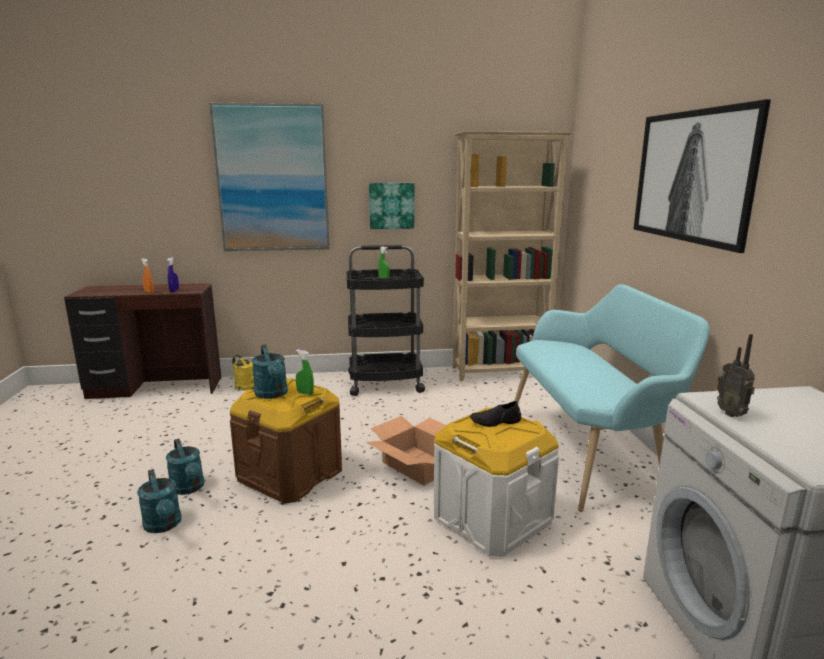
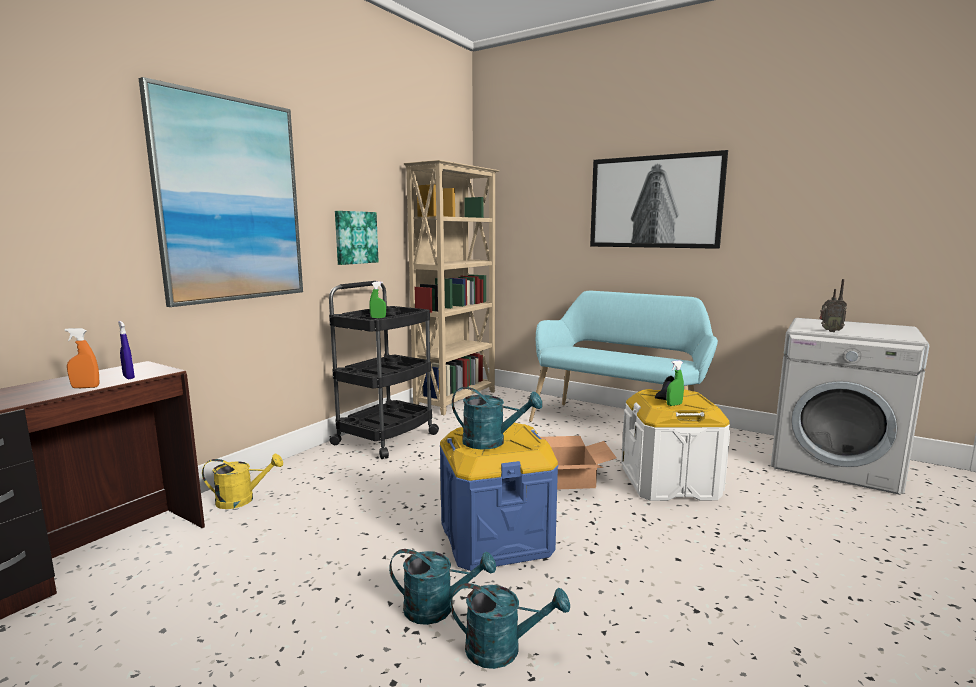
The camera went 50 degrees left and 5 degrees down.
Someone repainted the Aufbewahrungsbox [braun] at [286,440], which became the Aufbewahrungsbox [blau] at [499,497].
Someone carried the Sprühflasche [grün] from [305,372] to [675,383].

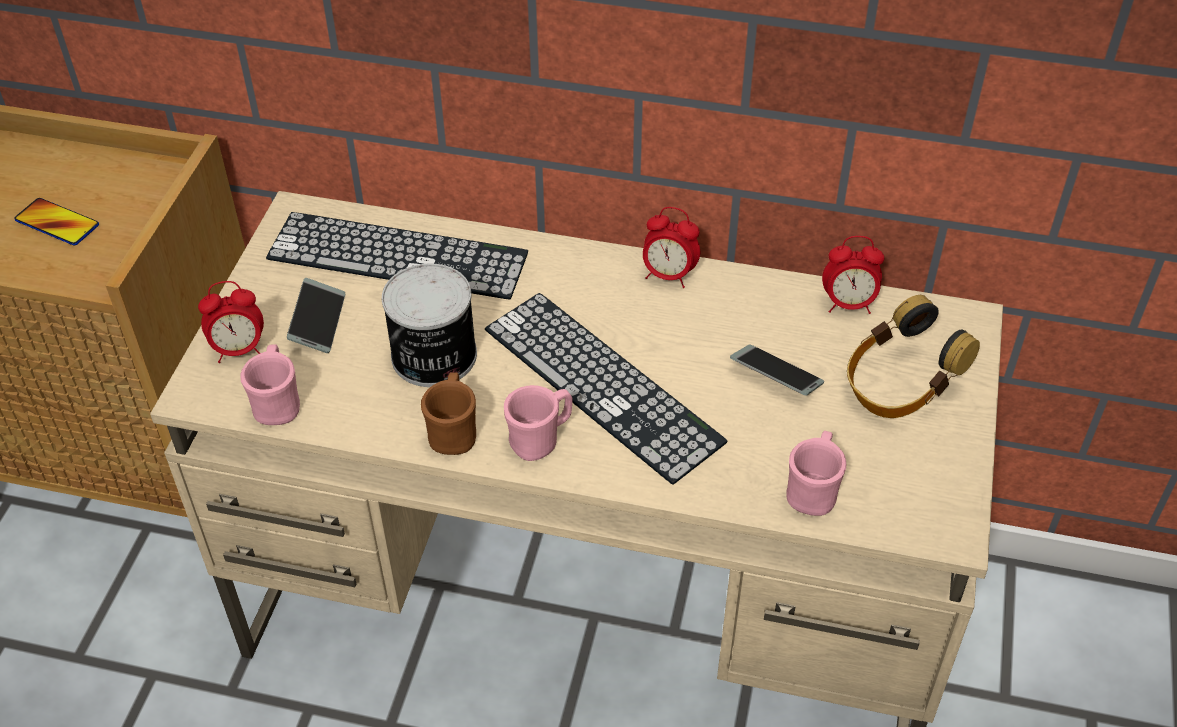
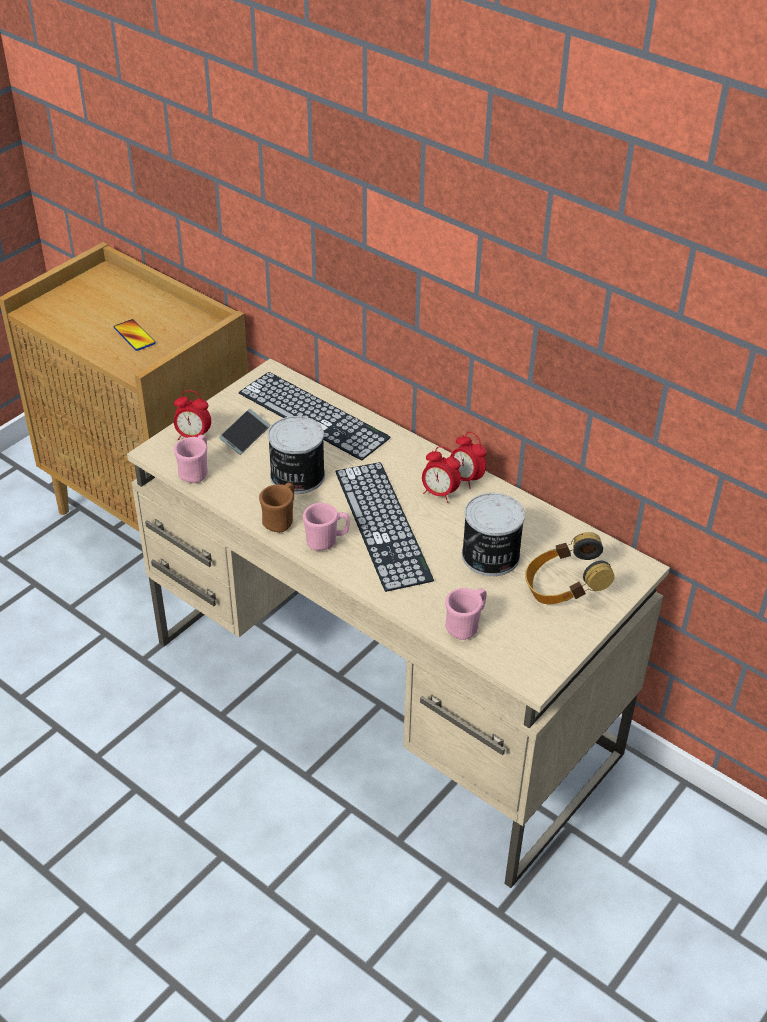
The camera went 25 degrees right and 5 degrees down.
Someone carried the Wecker from [853,275] to [441,474].
Someone swapped the Handy at [777,370] for the Dose at [493,534].

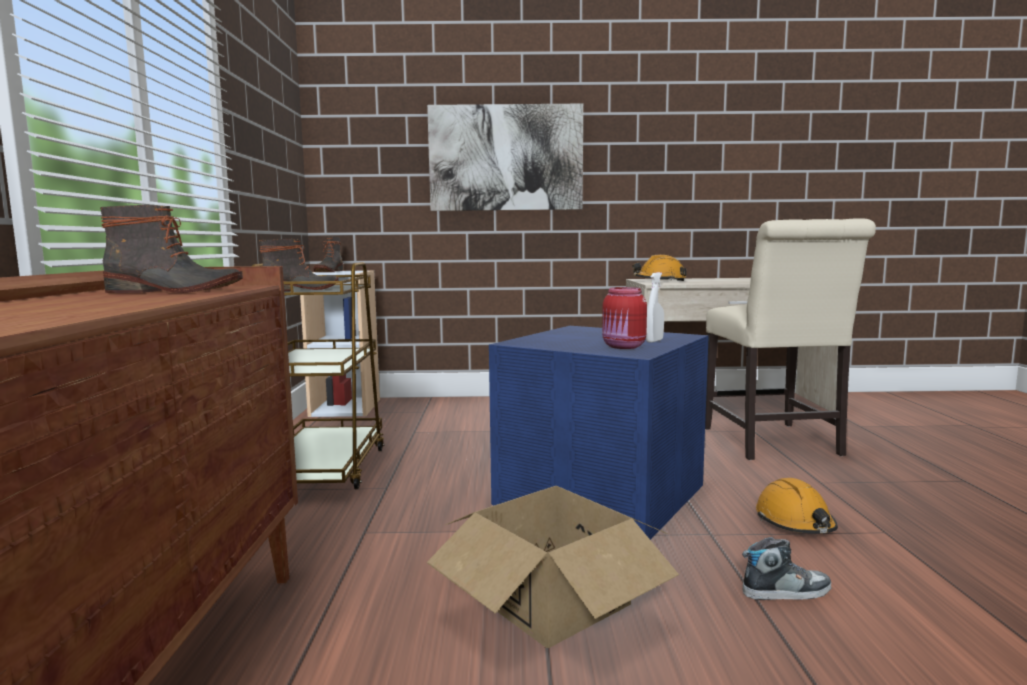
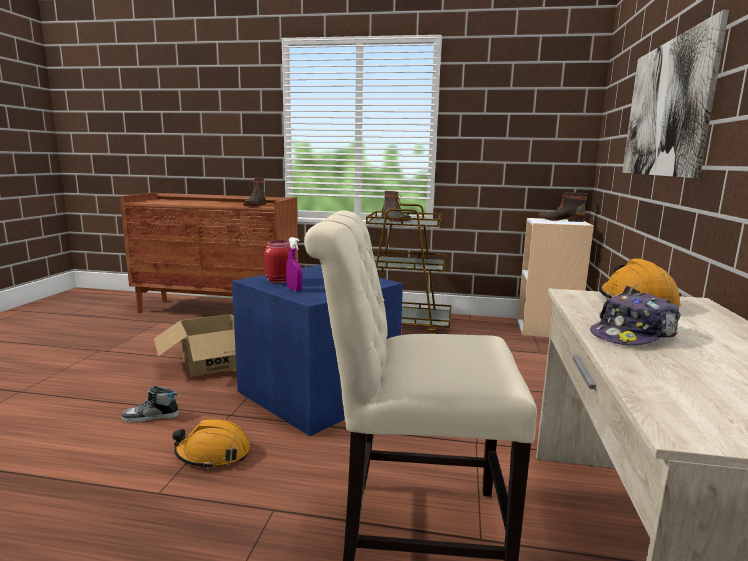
The camera went 100 degrees right and 5 degrees up.
Someone rotated the Schuh at [787,568] by 75 degrees clockwise.
Someone repainted the Sprühflasche [weiß] at [655,307], which became the Sprühflasche [lila] at [294,264].
Someone put down the Kappe at [635,319].

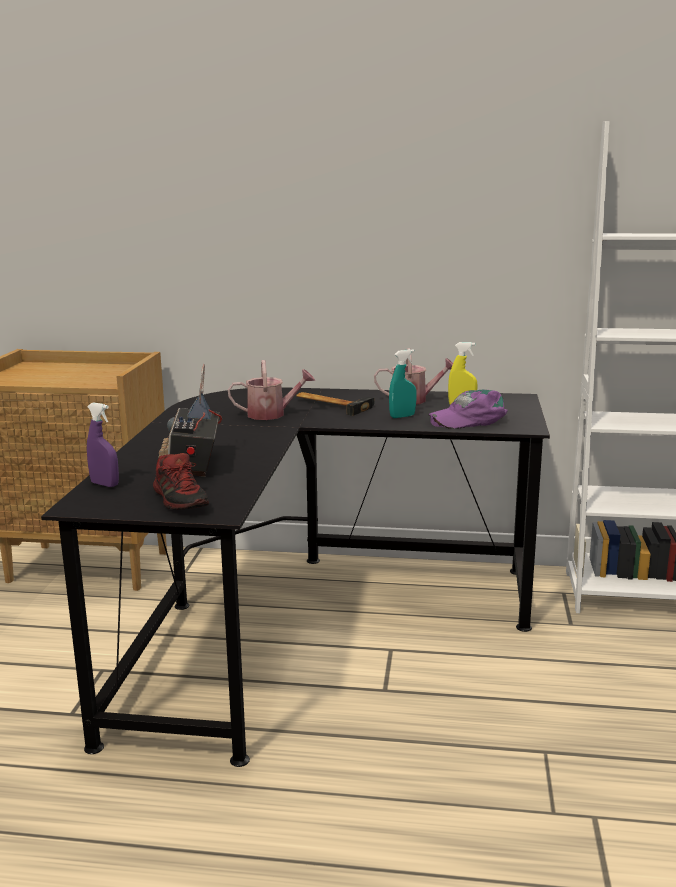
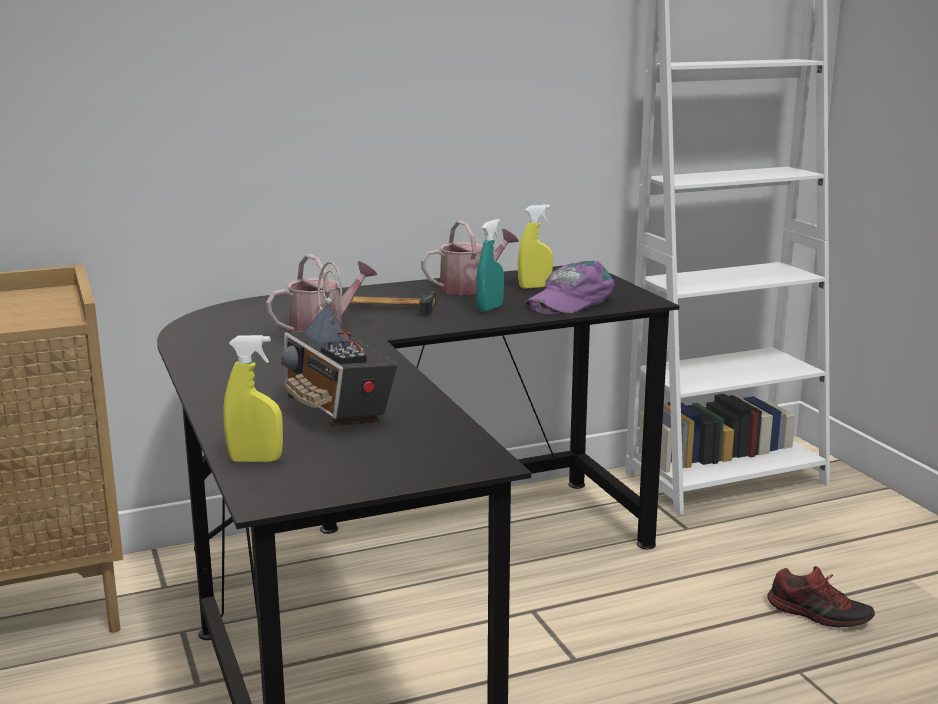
The camera went 30 degrees left and 0 degrees up.
Someone repainted the Sprühflasche [lila] at [103,444], which became the Sprühflasche [gelb] at [253,398].
Someone carried the Schuh from [181,481] to [821,596].

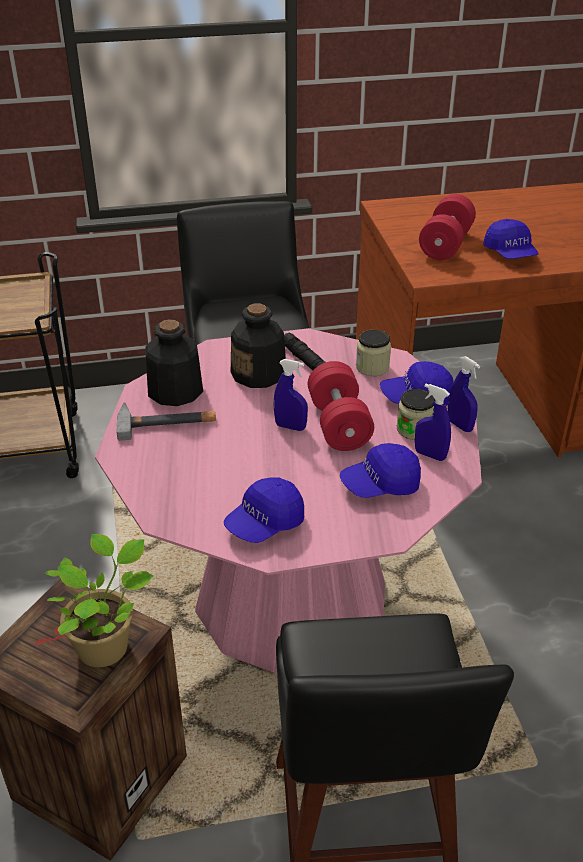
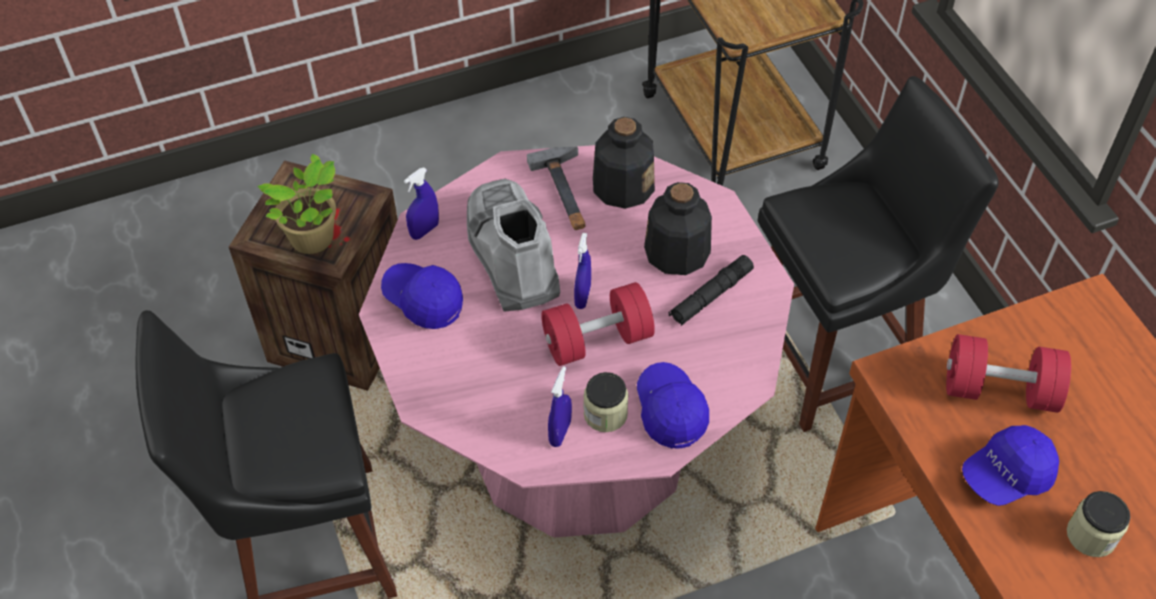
The camera went 80 degrees right and 15 degrees up.
Someone carried the Sprühflasche [blau] from [464,394] to [421,204].
Someone put down the Stiefel [grau] at [513,245].
Someone carried the Vorratsglas from [373,353] to [1098,524].
Someone took away the Kappe [blau] at [380,470].

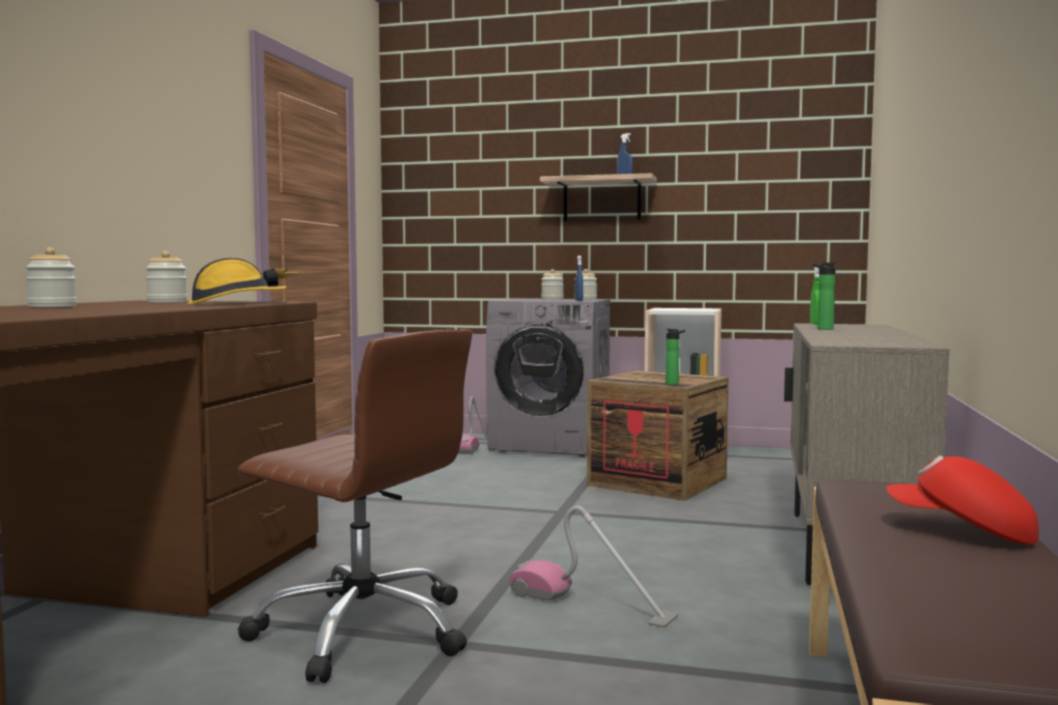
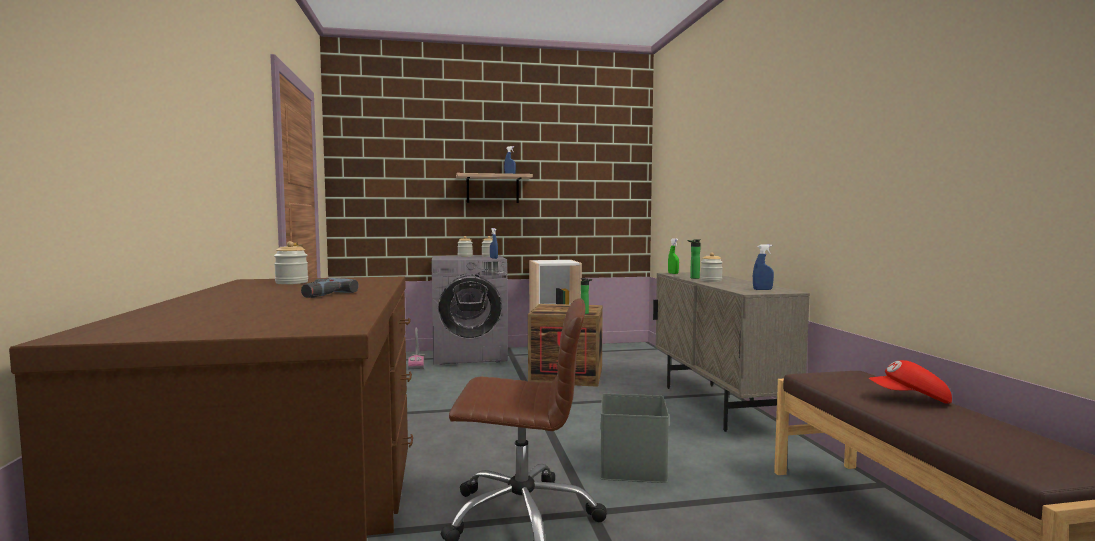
The camera went 25 degrees left and 0 degrees up.
Someone put down the Bohrmaschine at [330,288].
Someone swapped the Staubsauger at [593,567] for the Aufbewahrungsbox [grau] at [634,438].
Someone carried the Vorratsglas from [51,277] to [711,267].
Someone put down the Sprühflasche [blau] at [763,267].
Someone took away the Schutzhelm at [237,281].

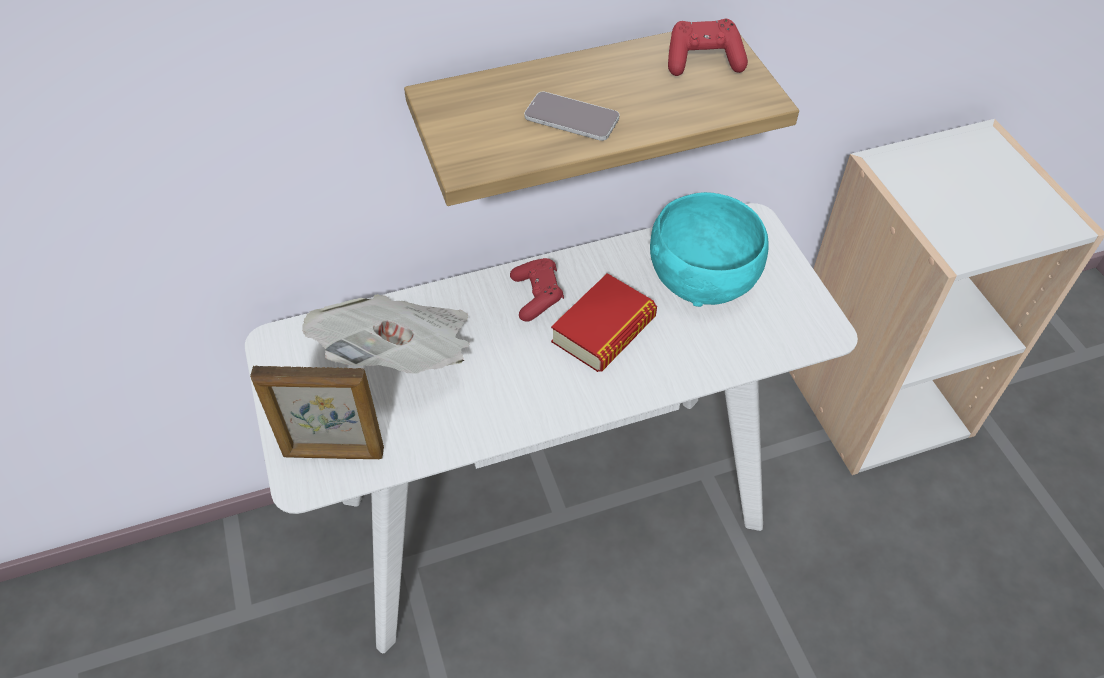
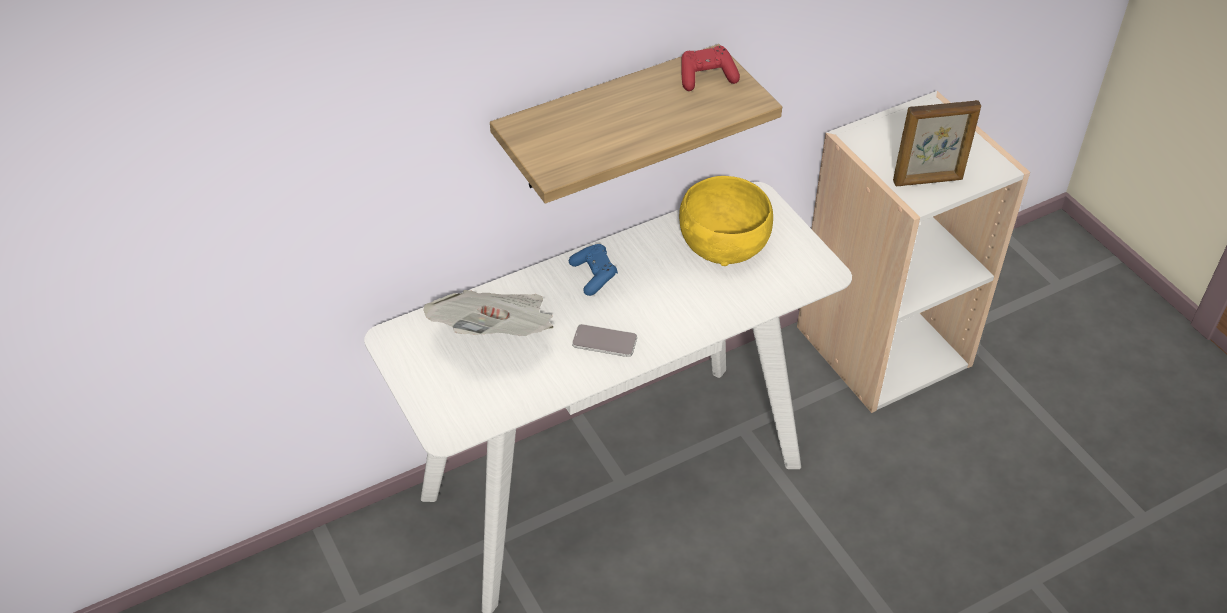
The camera went 10 degrees left and 5 degrees down.
Someone repainted the Gamepad [rot] at [537,290], which became the Gamepad [blau] at [593,270].
Someone carried the Handy from [571,116] to [604,340].
Someone repainted the Schüssel [türkis] at [709,249], which became the Schüssel [gelb] at [726,221].
Someone carried the Bilderrahmen from [317,412] to [937,143].
Someone took away the Buch at [604,322].

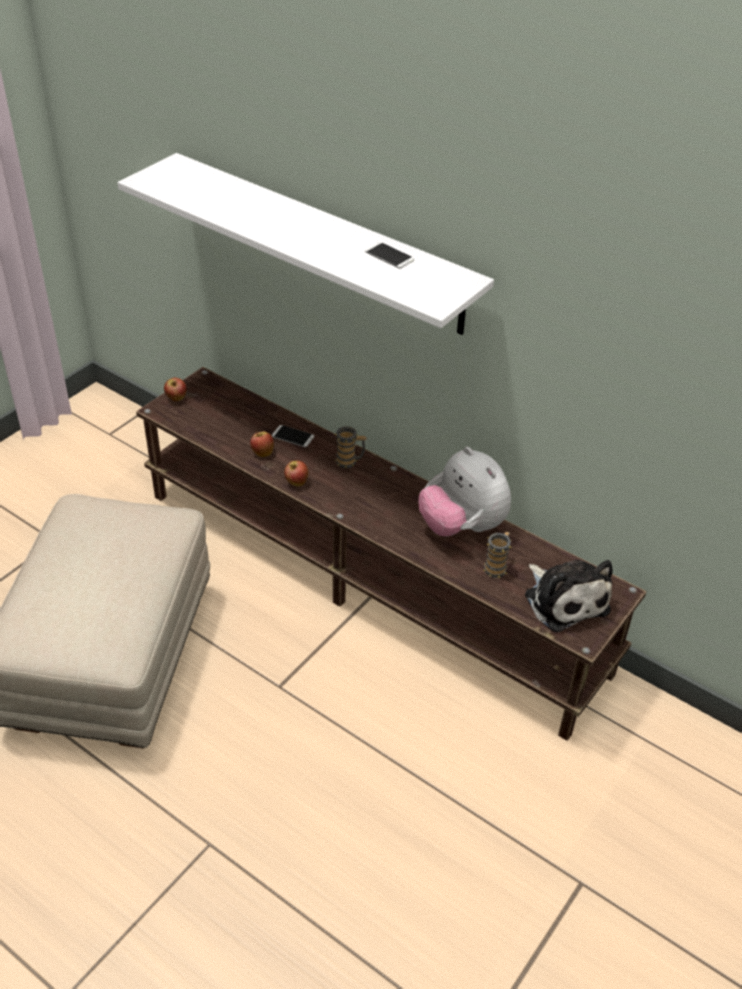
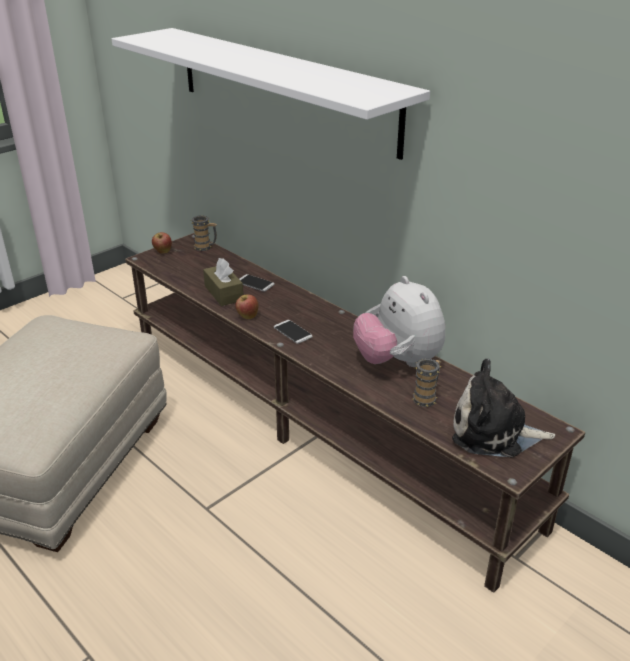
The camera went 10 degrees right and 10 degrees down.
Someone carried the Henkelbecher from [350,447] to [204,233].
Someone swapped the Apfel at [262,443] for the Taschentuchbox [braun] at [223,282].
Someone carried the Handy from [389,255] to [293,332].
Someone rotated the Plüschtier at [568,596] by 120 degrees clockwise.

